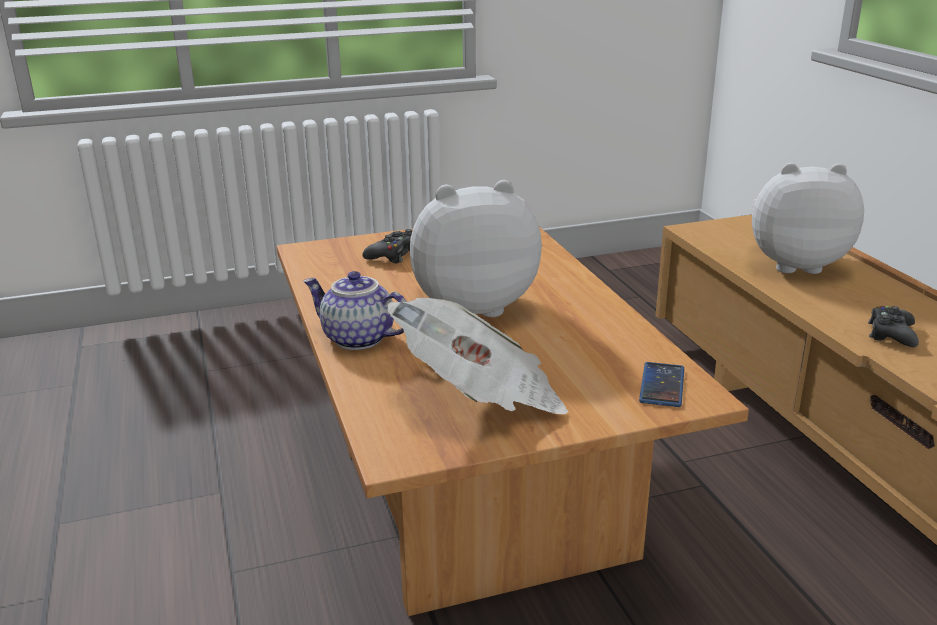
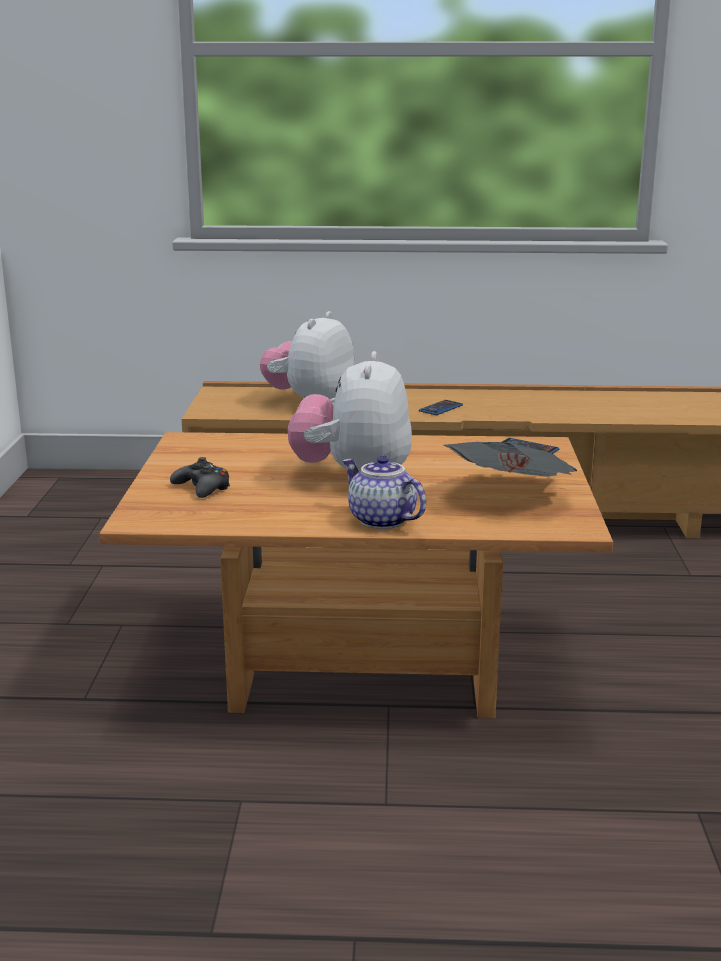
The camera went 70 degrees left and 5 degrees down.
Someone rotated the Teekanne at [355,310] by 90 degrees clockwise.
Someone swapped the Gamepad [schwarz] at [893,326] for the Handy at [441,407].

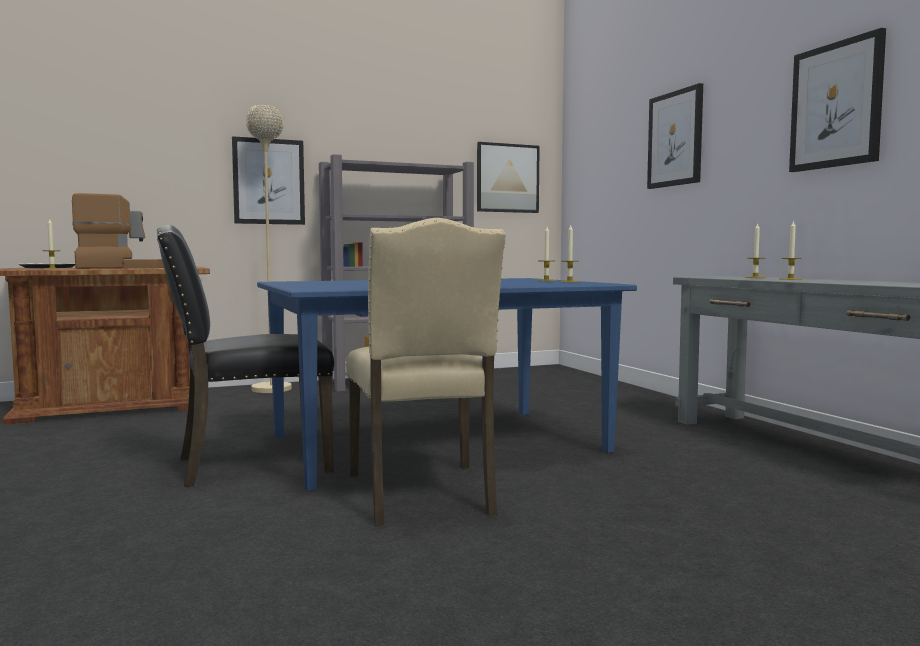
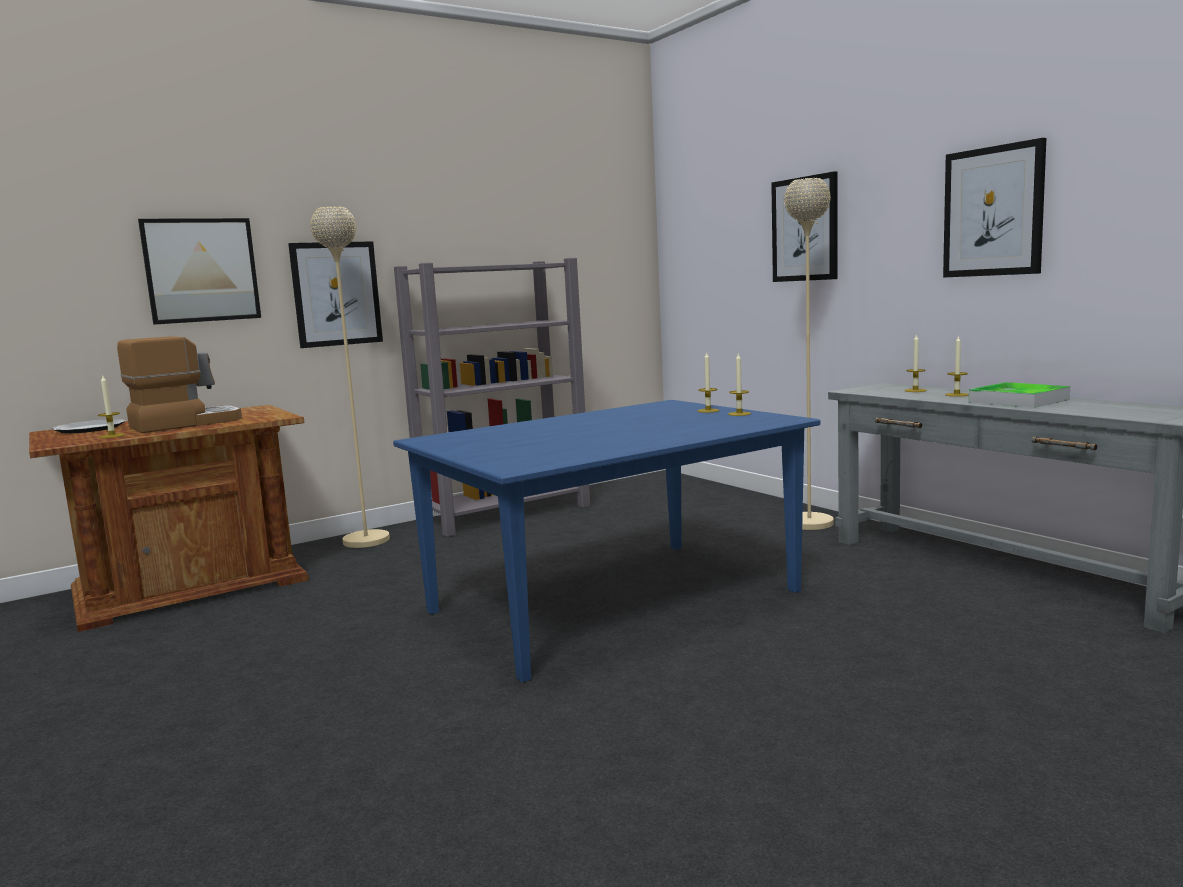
The camera went 10 degrees left and 5 degrees up.
Someone carried the Bild from [508,177] to [199,271].
Someone put down the Stehlampe [beige] at [809,354].
Someone put down the Tablett at [1019,395].
Someone took away the Stuhl [schwarz] at [245,356].
Someone took away the Stuhl [beige] at [426,372].

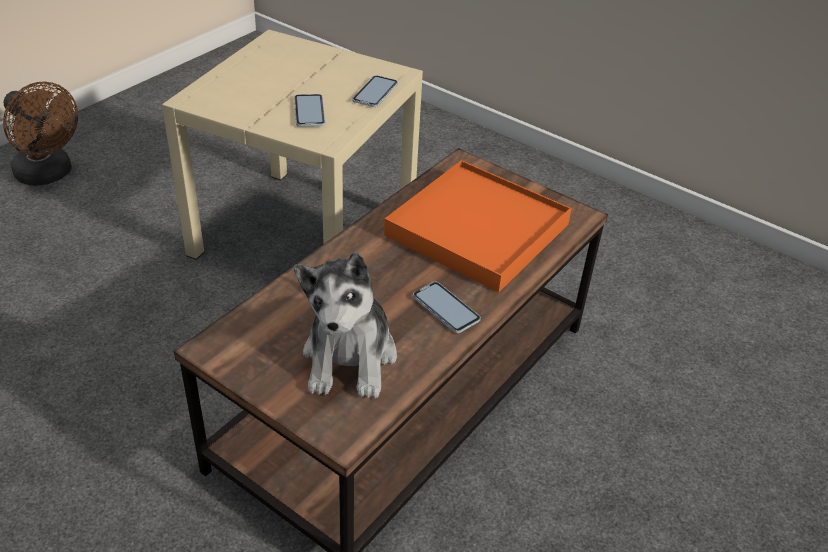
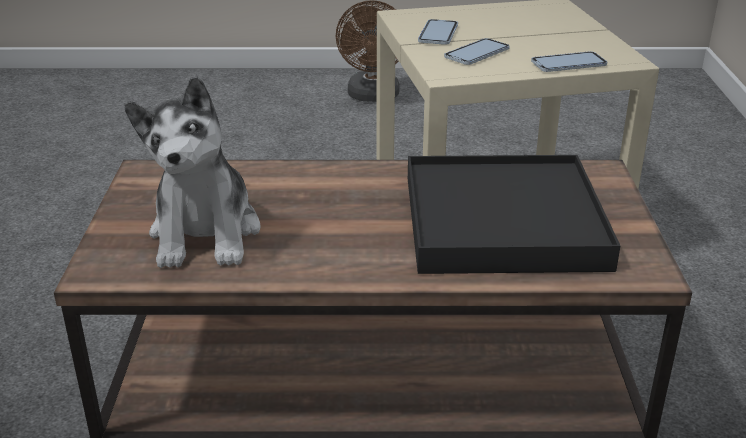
The camera went 55 degrees right and 10 degrees down.
Someone rotated the Plüschtier at [345,325] by 60 degrees counterclockwise.
Someone repainted the Tablett [orange] at [478,226], which became the Tablett [schwarz] at [514,214].
Someone carried the Handy from [447,307] to [438,32].

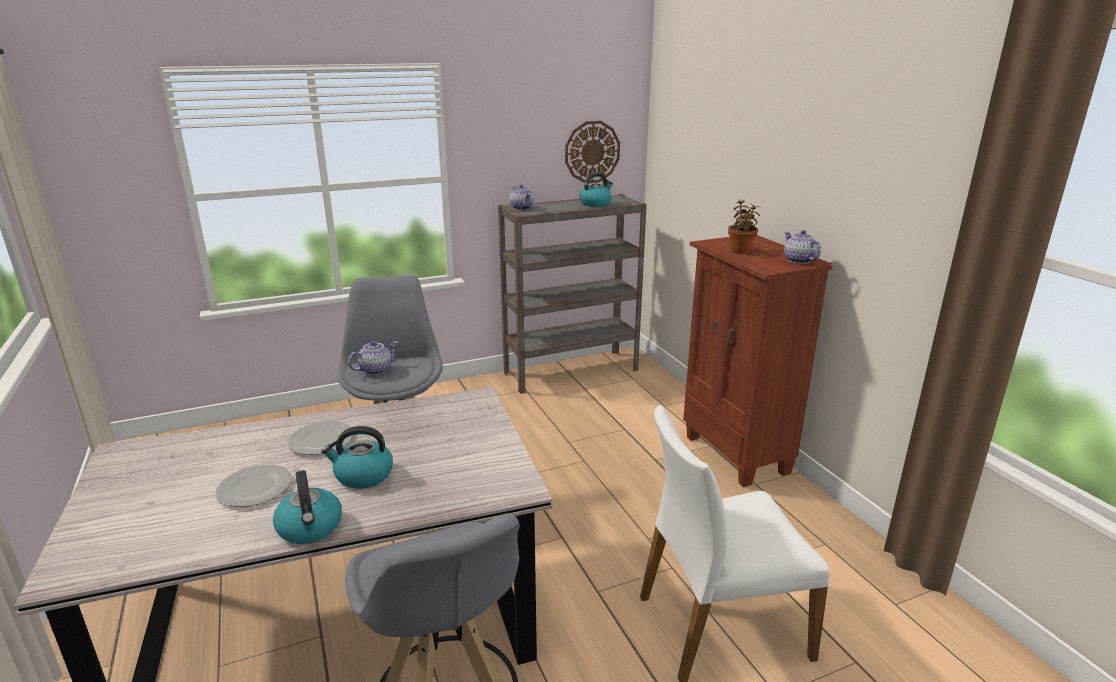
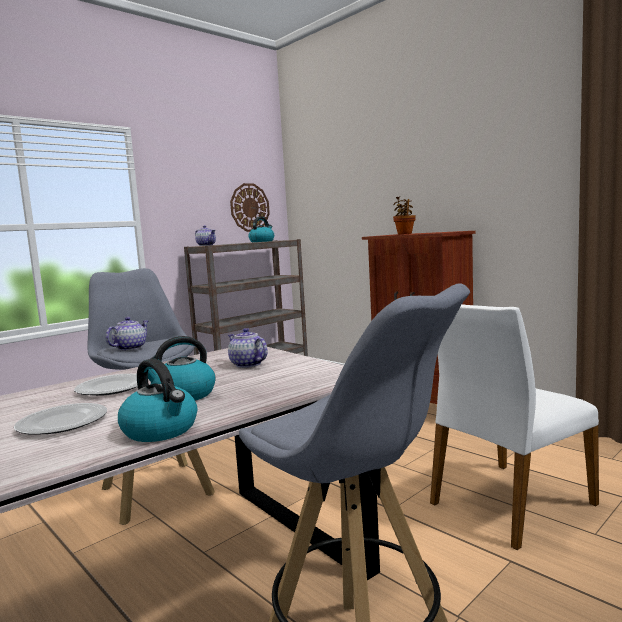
The camera went 20 degrees left and 15 degrees down.
Someone carried the Teekanne from [802,247] to [248,348].

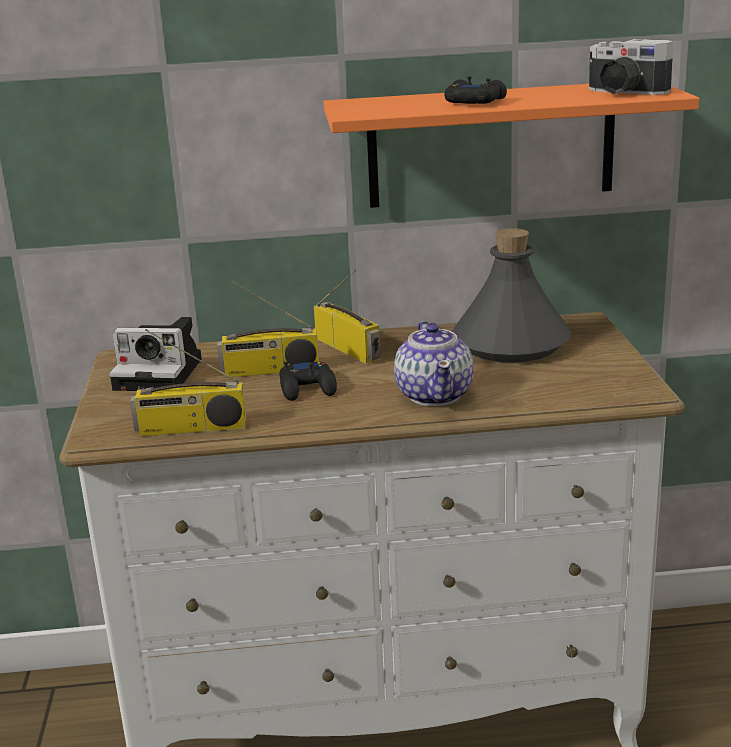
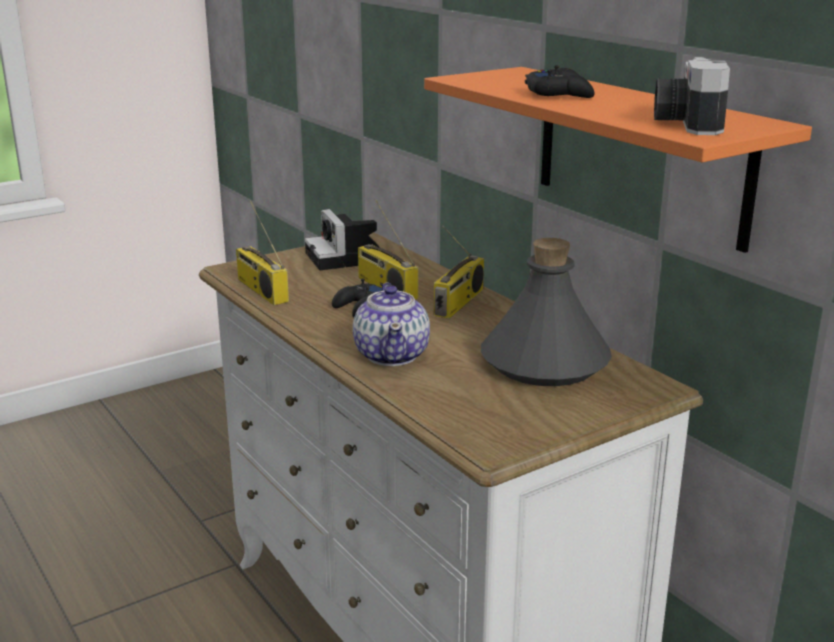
The camera went 60 degrees right and 0 degrees up.
Someone rotated the Teekanne at [433,363] by 60 degrees counterclockwise.

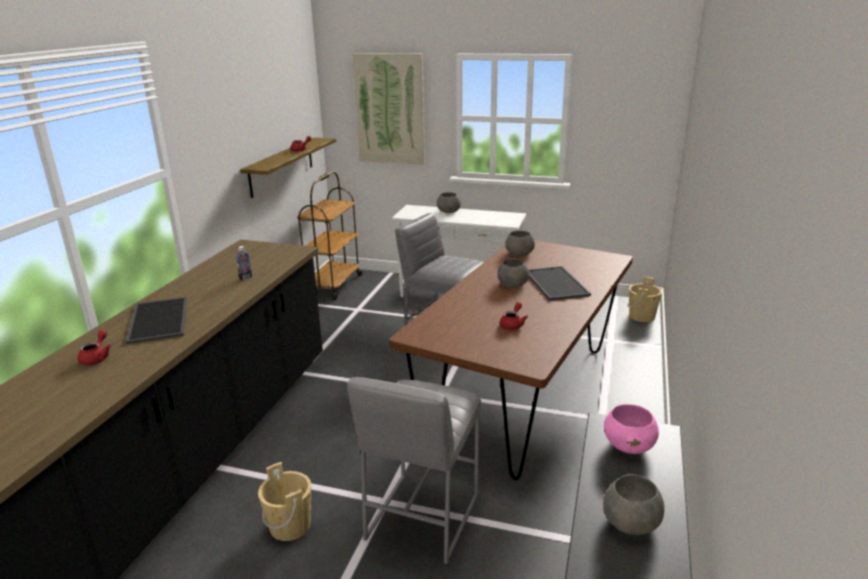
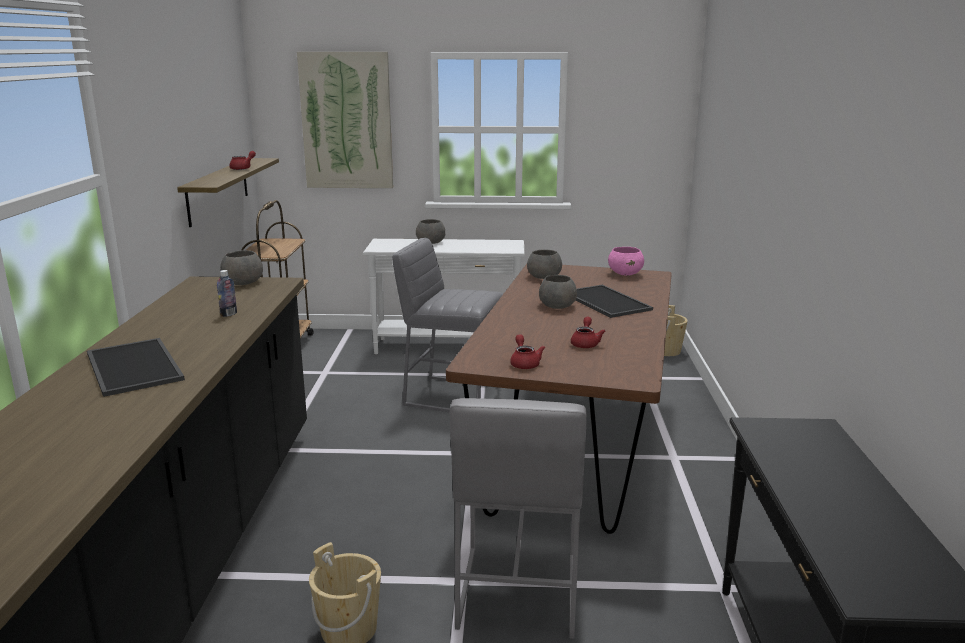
The camera went 15 degrees left and 5 degrees down.
Someone carried the Schüssel [grau] from [633,504] to [241,267].
Someone carried the Teekanne [rot] from [94,347] to [527,351].
Someone carried the Schüssel [rosa] from [631,429] to [626,261].

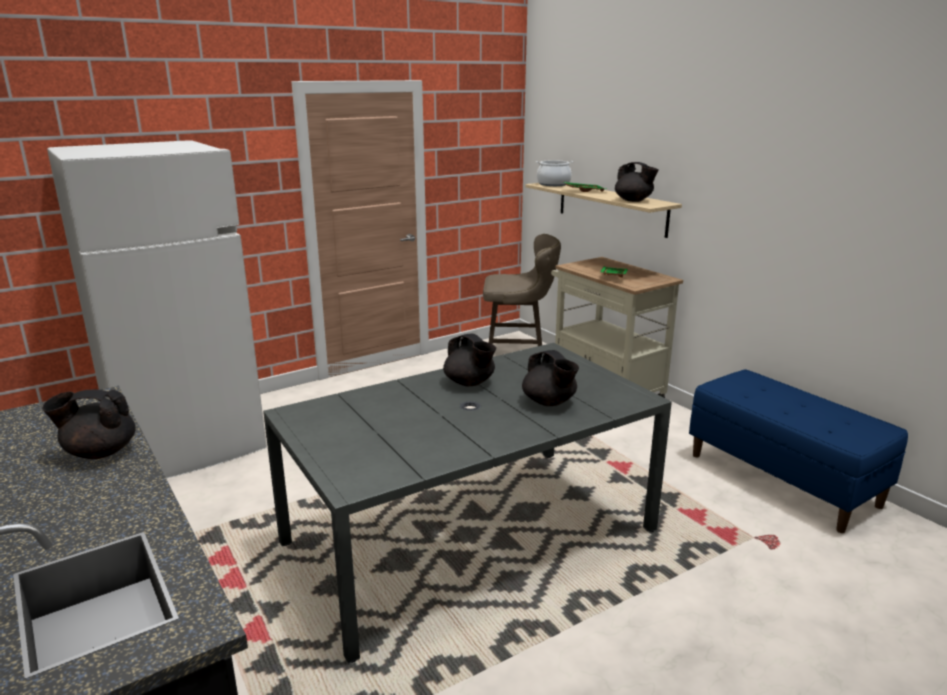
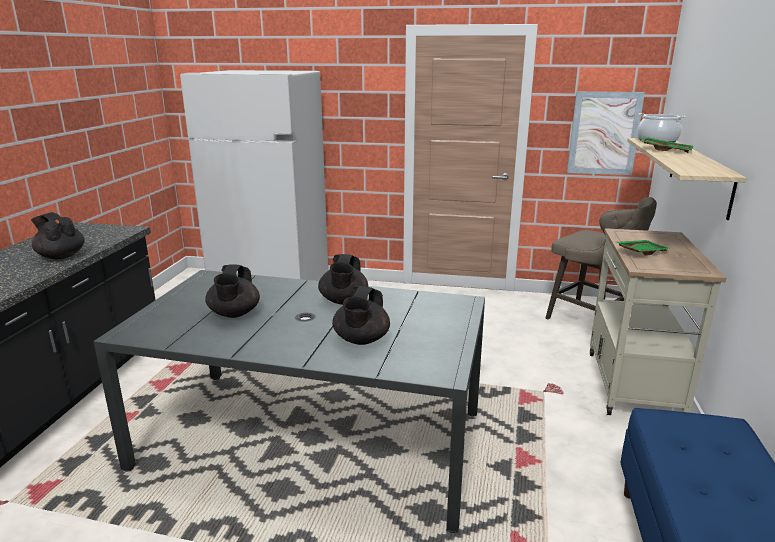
The camera went 45 degrees right and 0 degrees up.
Someone carried the Teekanne [schwarz] from [637,182] to [232,291].
Someone put up the Bild at [606,133].

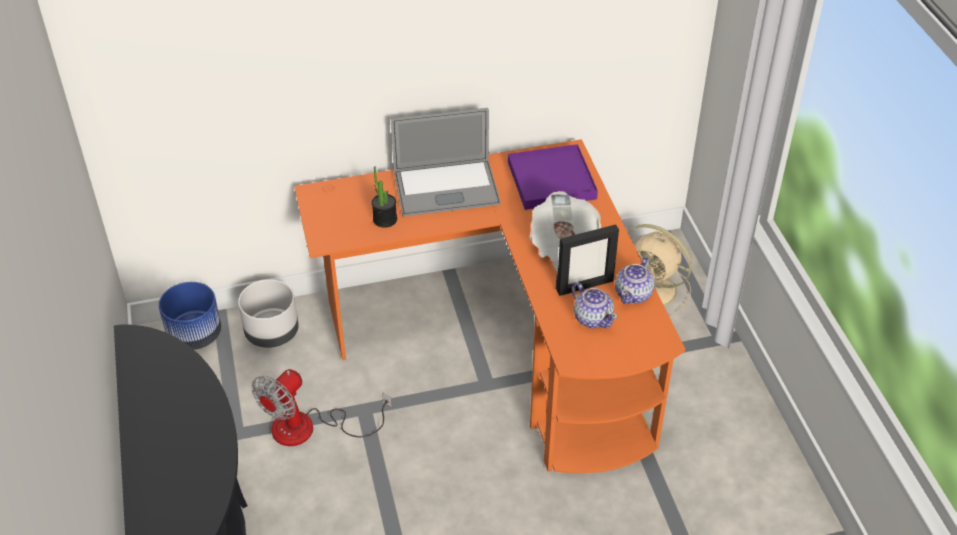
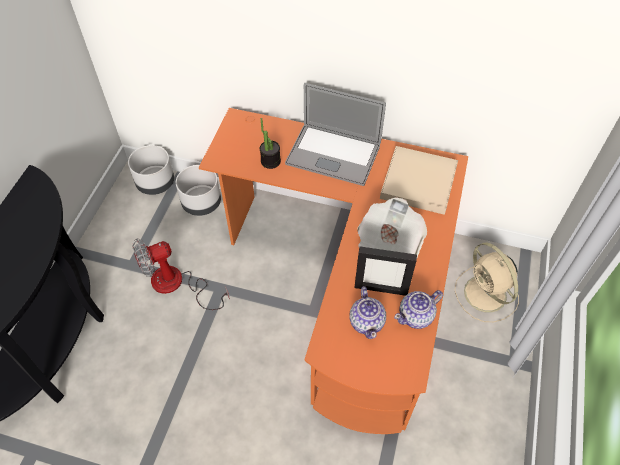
The camera went 30 degrees right and 10 degrees up.
Someone repainted the Pflanzkübel [blau] at [190,316], which became the Pflanzkübel [grau] at [151,170].
Someone repainted the Tablett [lila] at [553,177], which became the Tablett [beige] at [419,180].

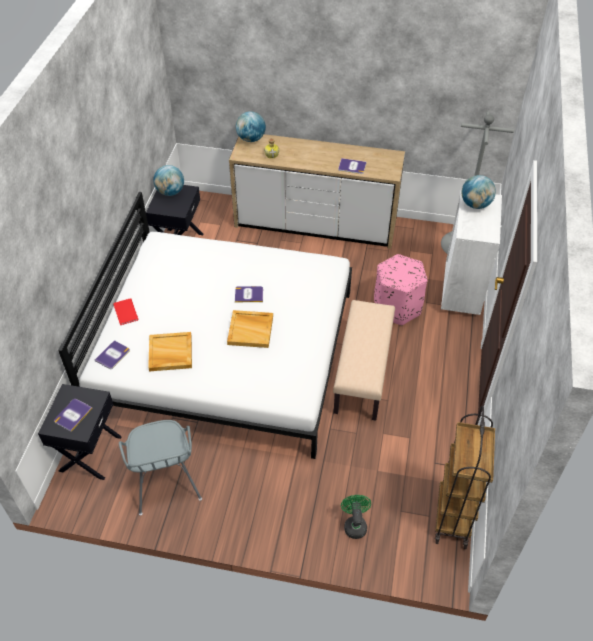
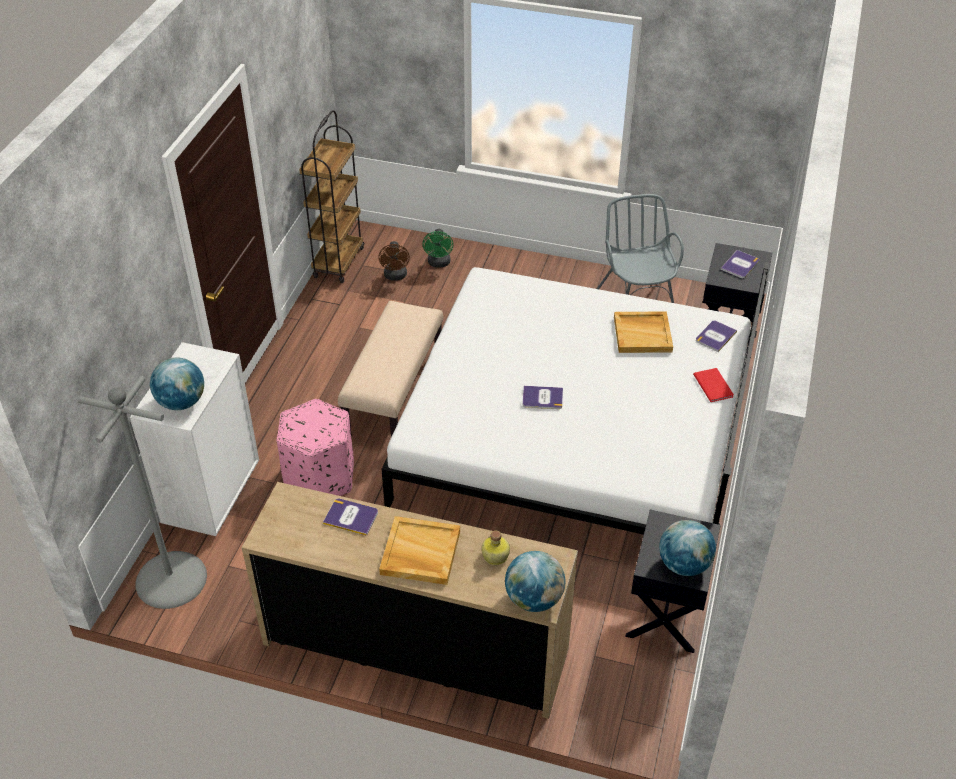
The camera went 175 degrees left and 5 degrees down.
Someone put down the Ventilator [braun] at [394,261].
Someone carried the Tablett [beige] from [250,329] to [419,550].

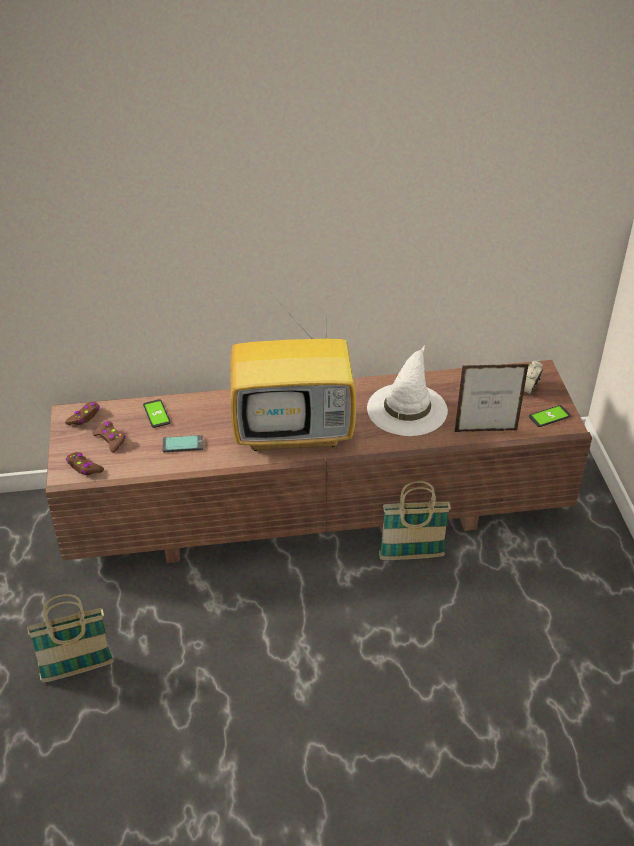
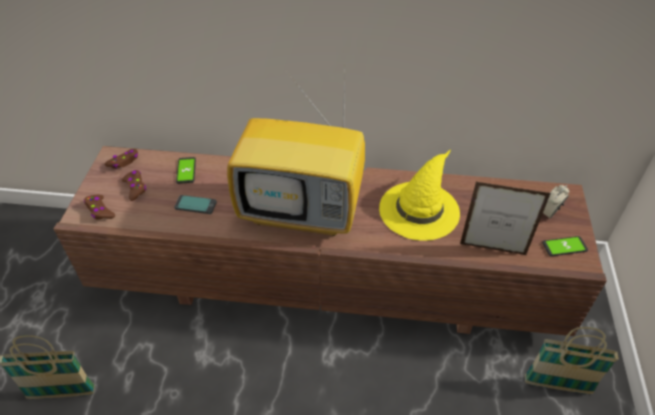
The camera went 15 degrees right and 5 degrees up.
Someone repainted the Hut [weiß] at [407,390], which became the Hut [gelb] at [419,195].
Someone carried the Korb from [415,521] to [572,360].

